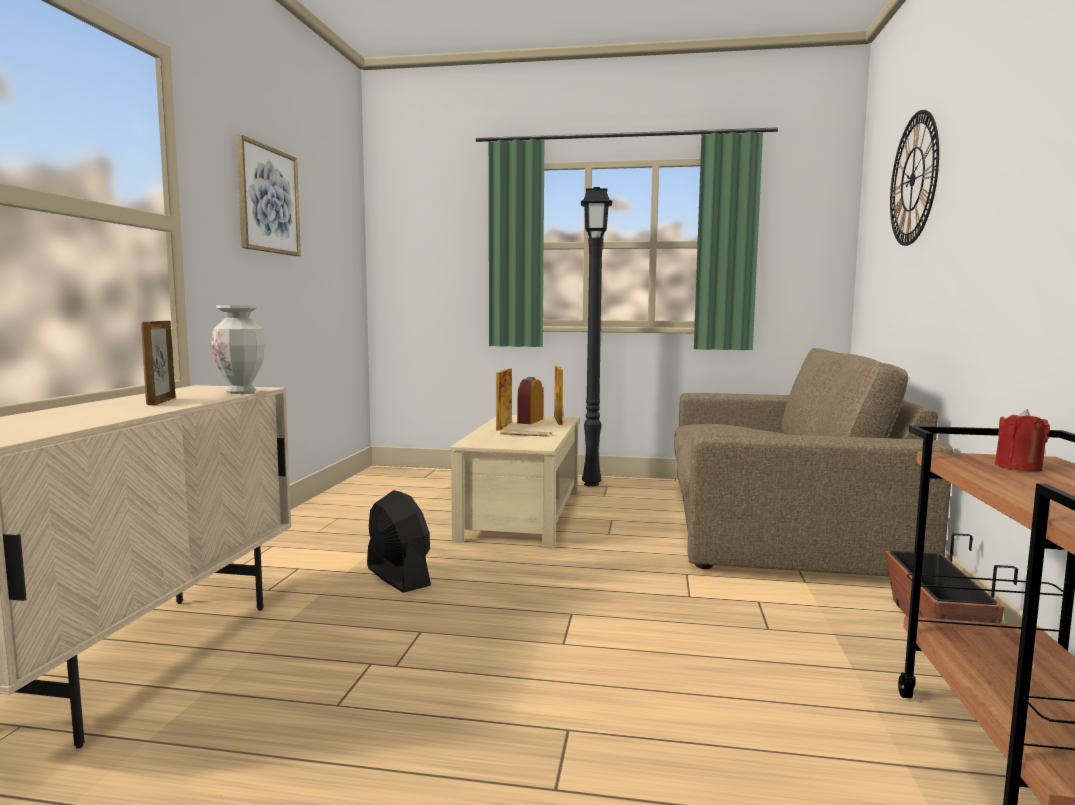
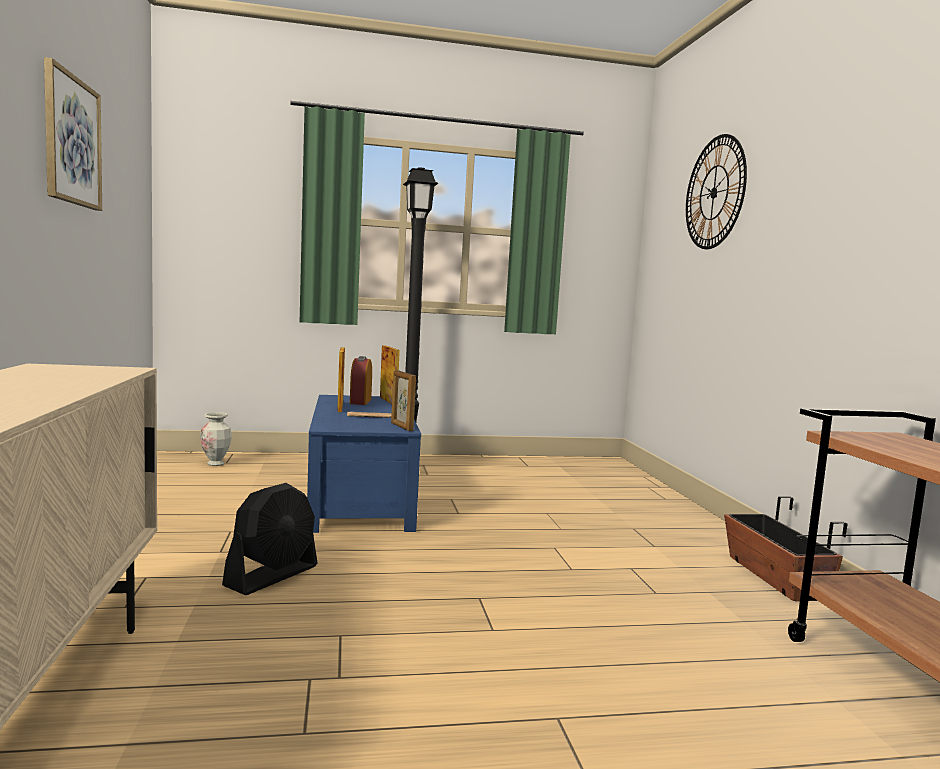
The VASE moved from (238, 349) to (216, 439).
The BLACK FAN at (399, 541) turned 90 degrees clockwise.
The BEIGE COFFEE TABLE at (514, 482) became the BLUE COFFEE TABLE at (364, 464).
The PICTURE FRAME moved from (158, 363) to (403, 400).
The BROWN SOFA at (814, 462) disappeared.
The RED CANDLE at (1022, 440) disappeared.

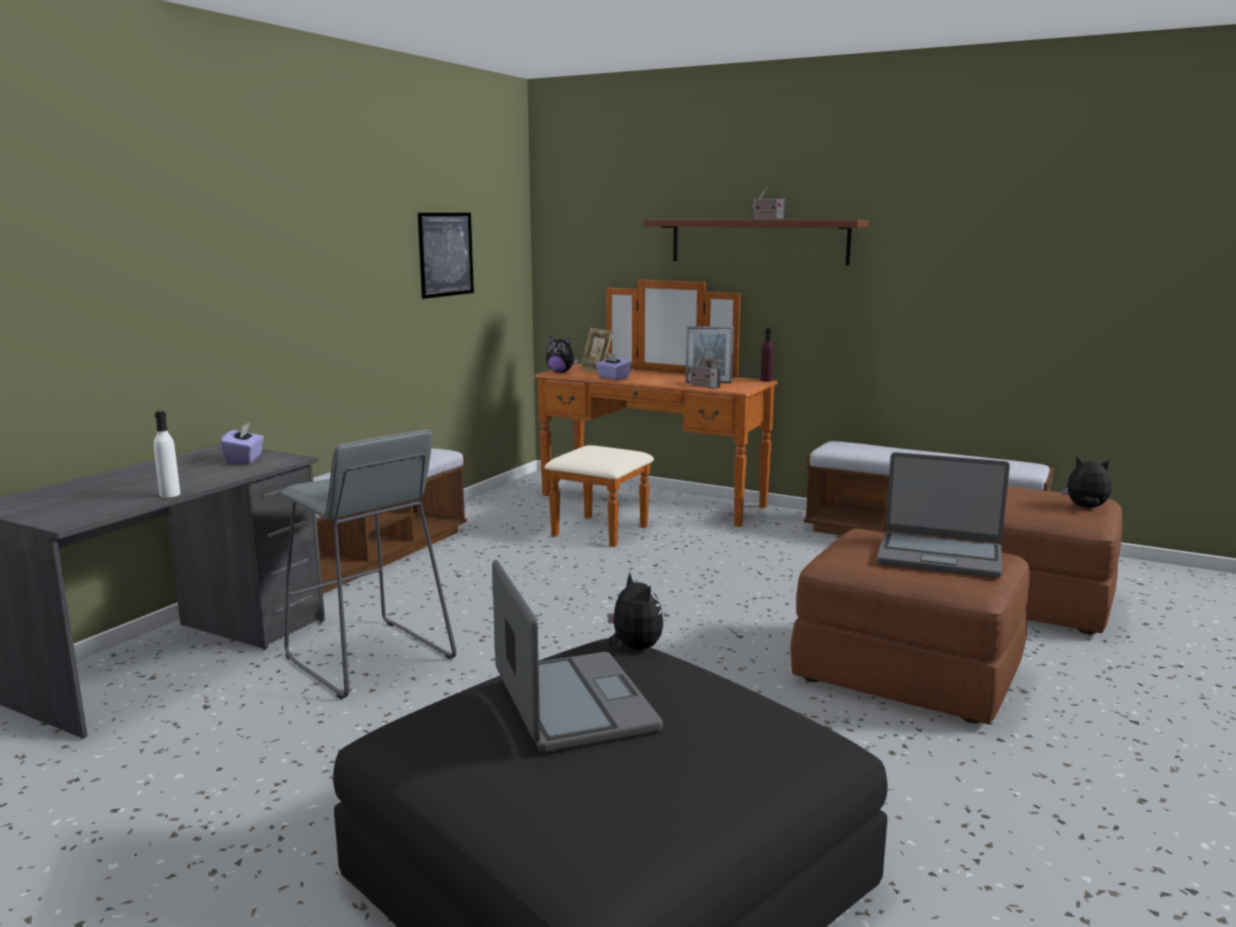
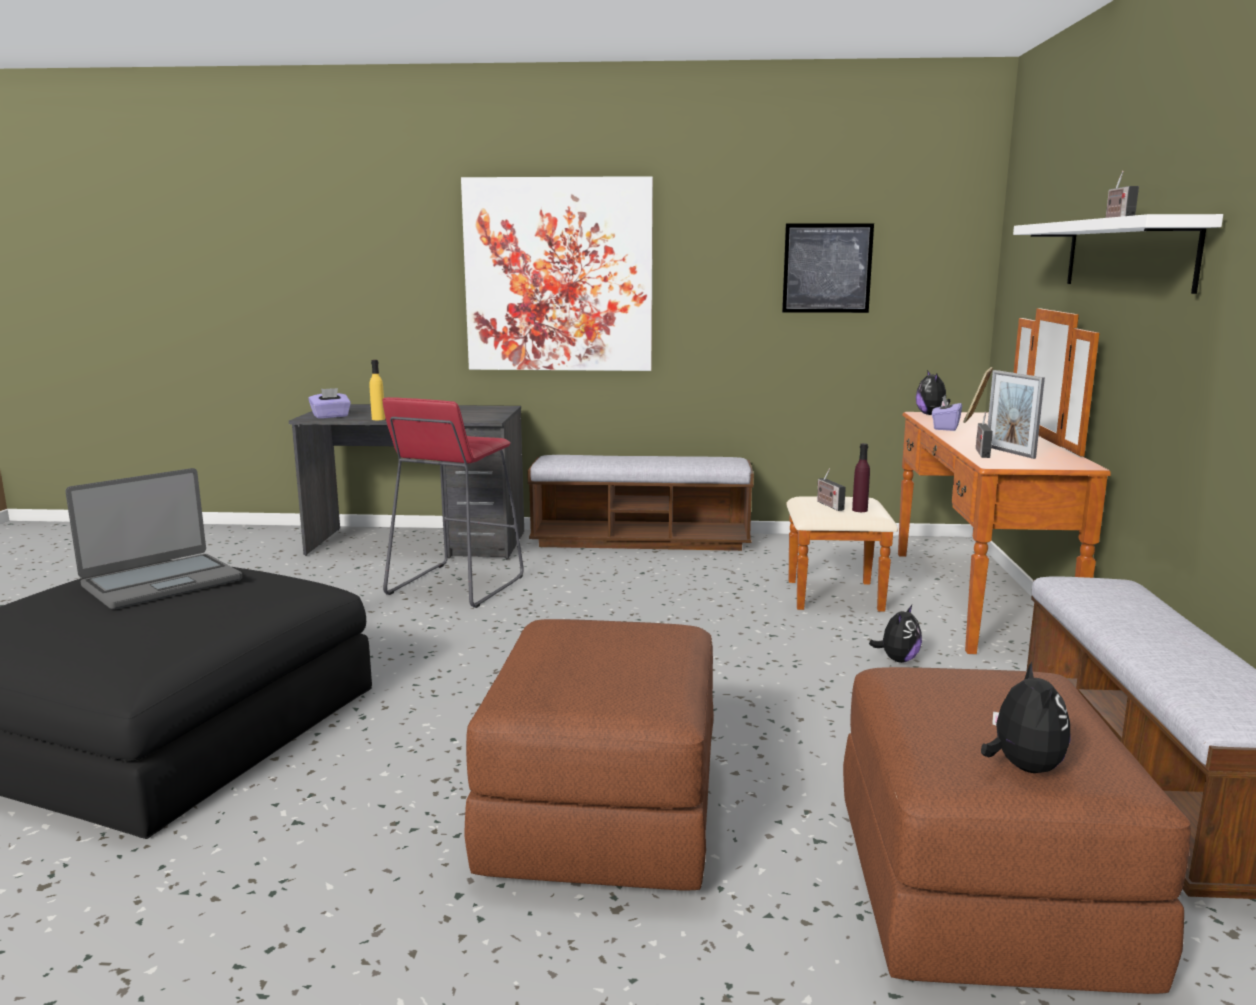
The PURPLE TISSUE BOX moved from (242, 443) to (329, 403).
The WHITE BOTTLE at (167, 454) became the YELLOW BOTTLE at (377, 390).
The GREY STOOL at (369, 564) became the RED STOOL at (453, 502).
The PICTURE at (557, 273) appeared.
The RADIO at (831, 490) appeared.
The PURPLE BOTTLE moved from (767, 355) to (861, 477).
The PLUSH TOY moved from (635, 611) to (895, 634).
The BROWN SHELF at (756, 242) became the WHITE SHELF at (1118, 254).
The LAPTOP at (943, 515) disappeared.

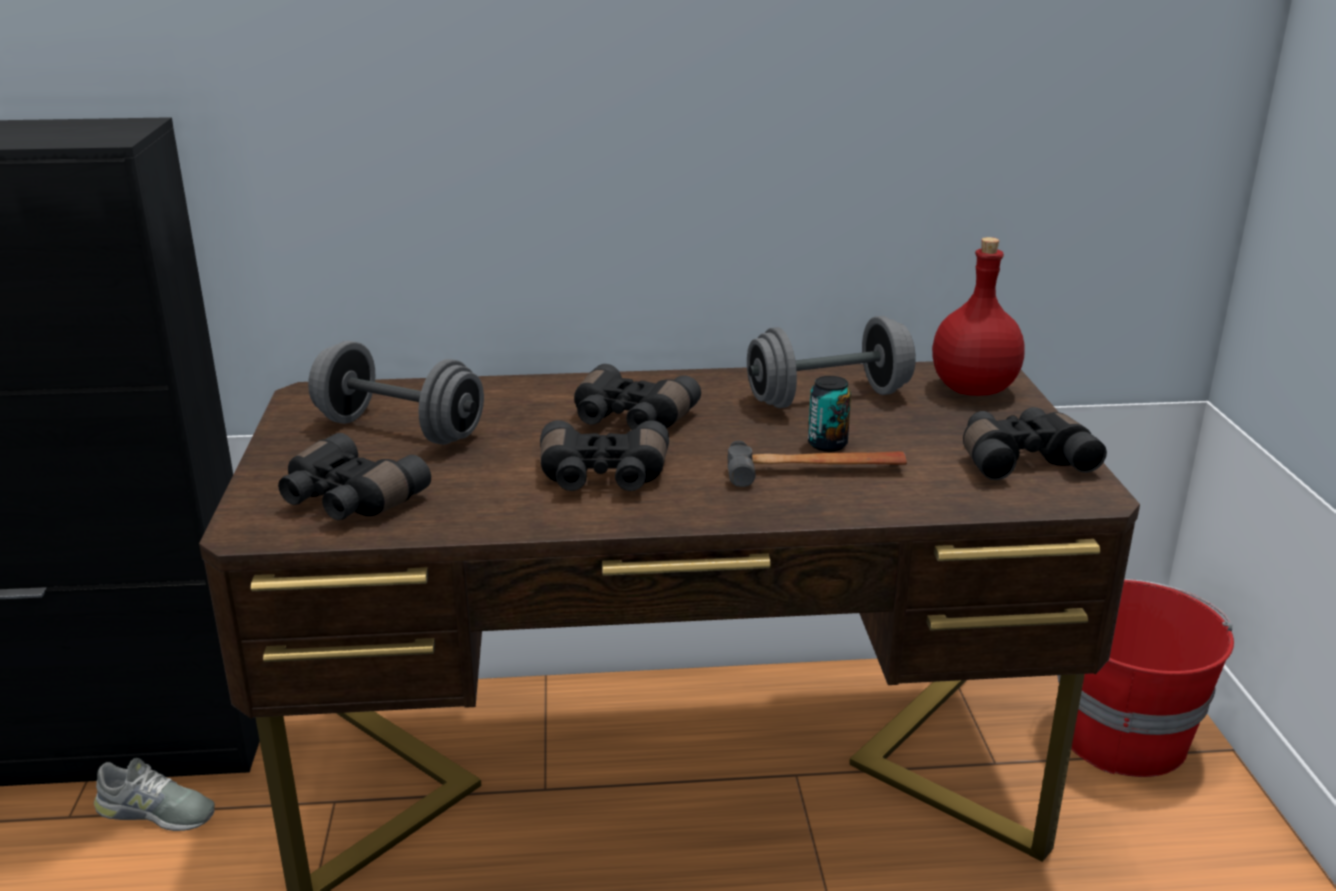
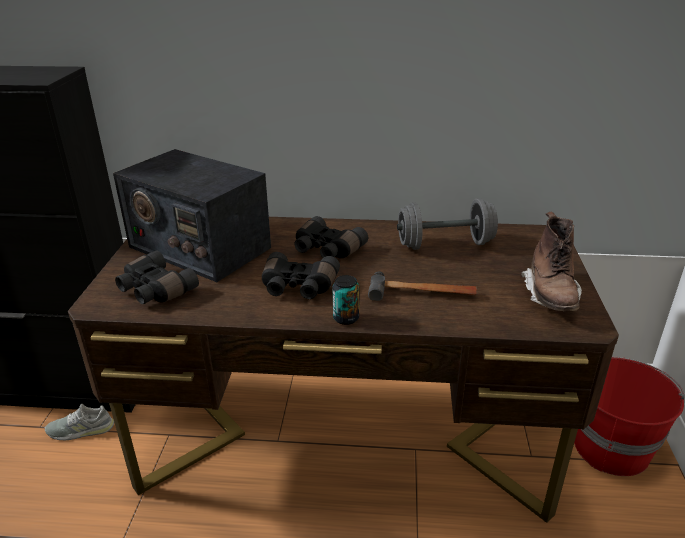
The GREY SHOE at (154, 794) turned 150 degrees clockwise.
The GREY DUMBBELL at (396, 393) was replaced by the RADIO at (192, 215).
The CAN moved from (829, 414) to (346, 300).
The BLACK BINOCULARS at (1035, 443) was replaced by the BROWN BOOT at (551, 261).
The RED BOTTLE at (978, 316) disappeared.

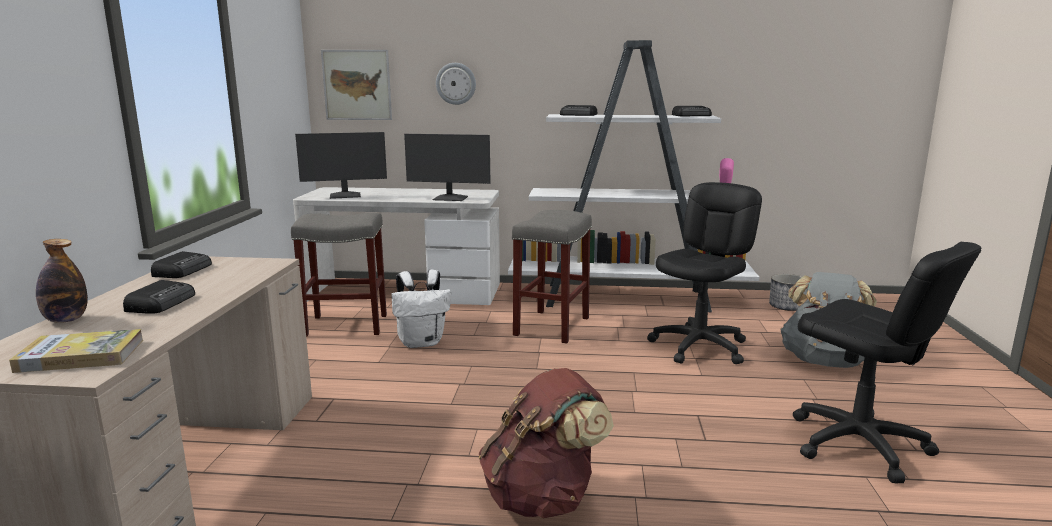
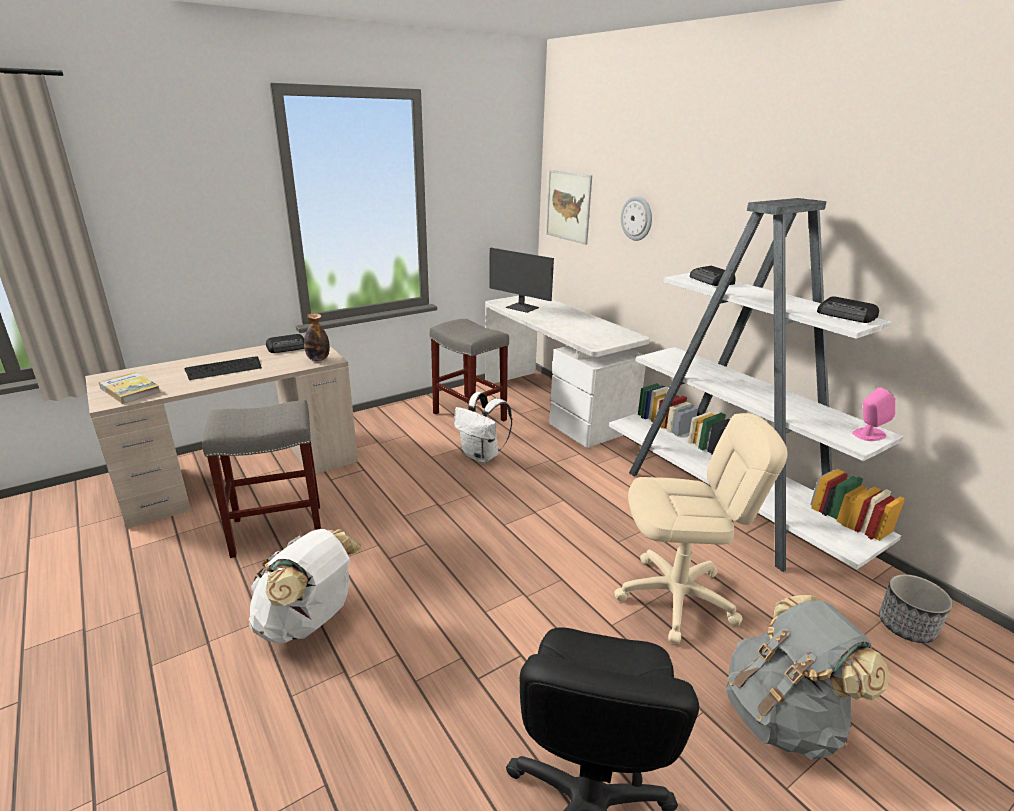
The RADIO at (159, 297) was replaced by the KEYBOARD at (223, 368).
The GREY STOOL moved from (552, 277) to (261, 479).
The BROWN BACKPACK at (546, 443) became the WHITE BACKPACK at (305, 586).
The BOTTLE moved from (62, 281) to (317, 337).
The BLACK OFFICE CHAIR at (704, 273) became the BEIGE OFFICE CHAIR at (700, 528).
The MONITOR at (447, 167) disappeared.

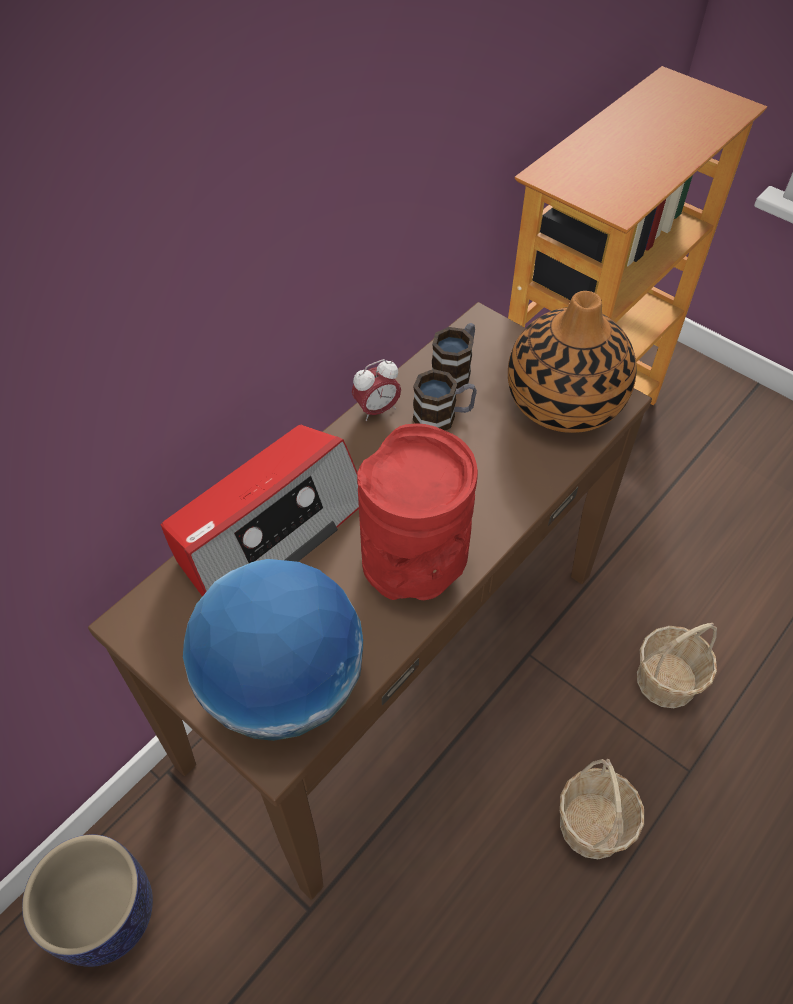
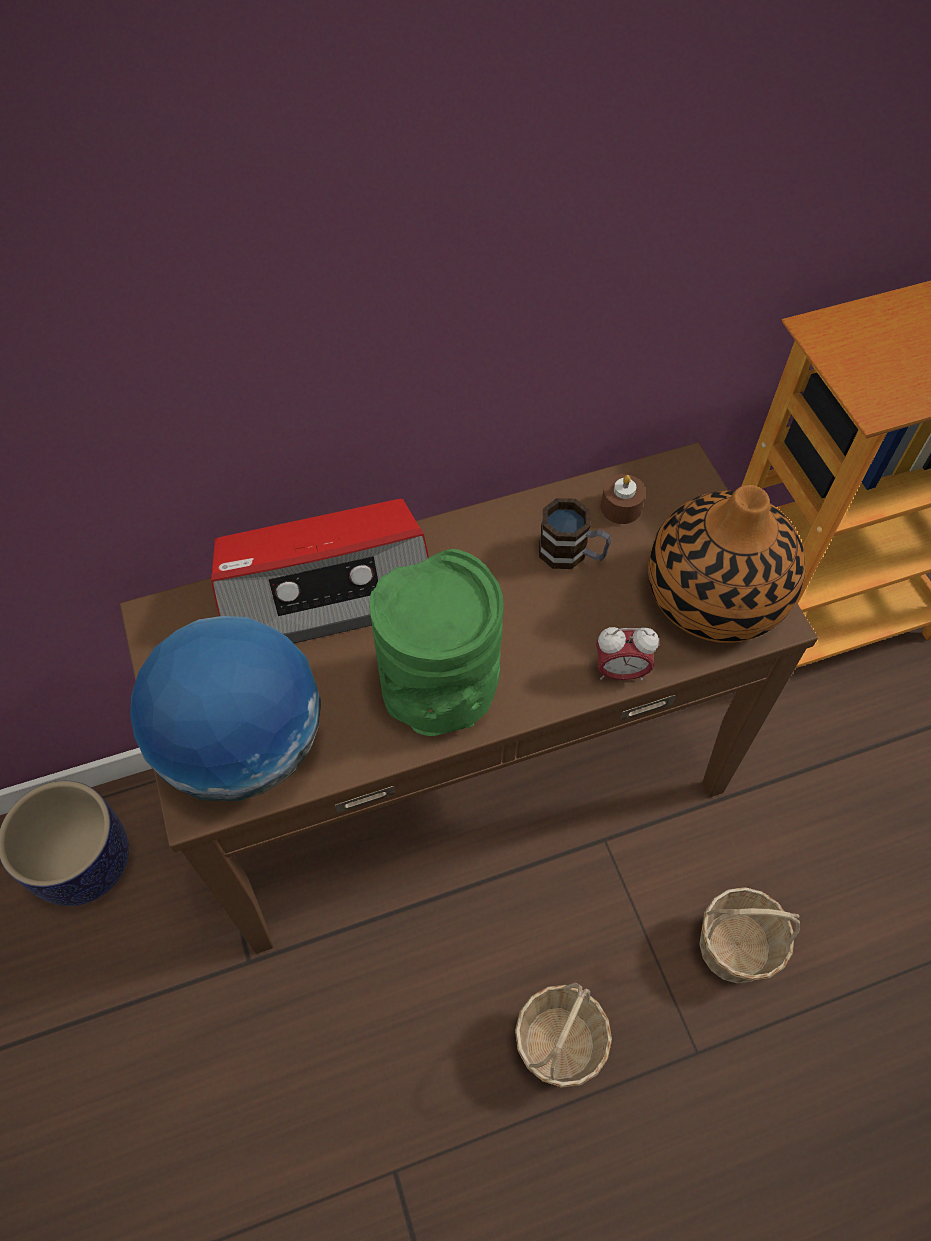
The RED VASE at (417, 511) became the GREEN VASE at (436, 642).
The ALARM CLOCK moved from (376, 390) to (627, 653).
The MUG at (453, 356) was replaced by the BROWN CANDLE at (623, 499).

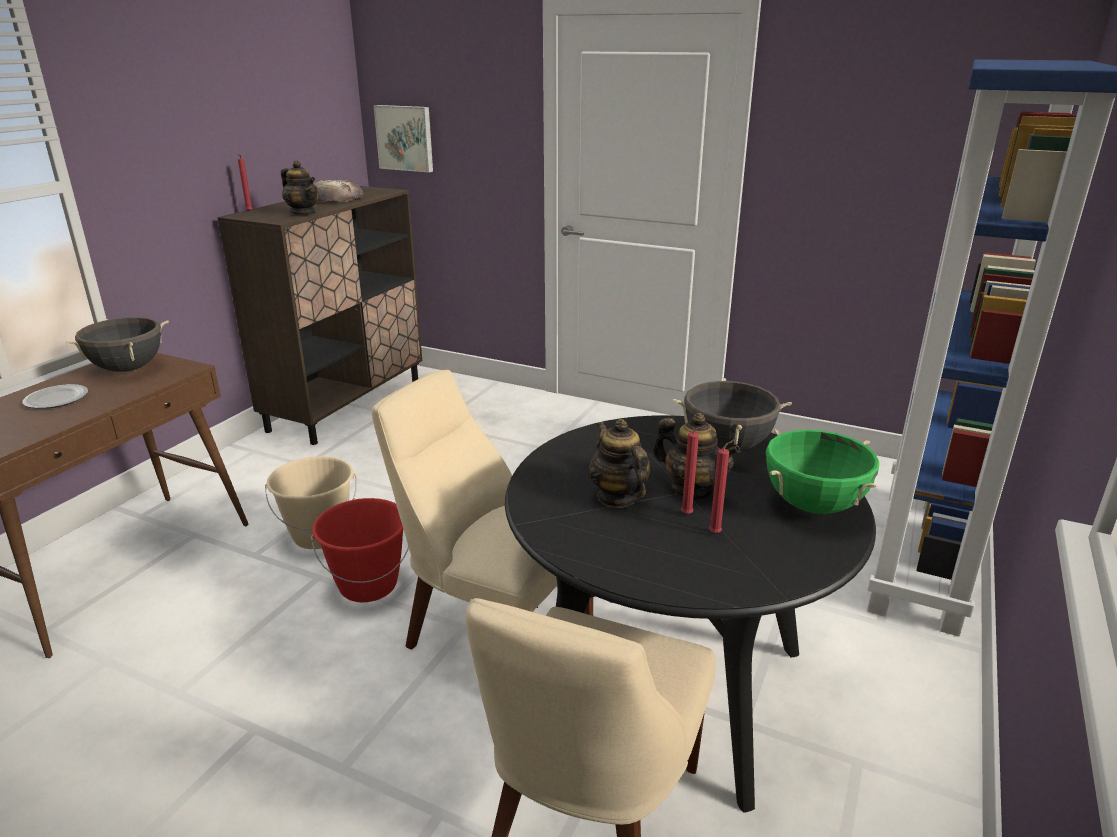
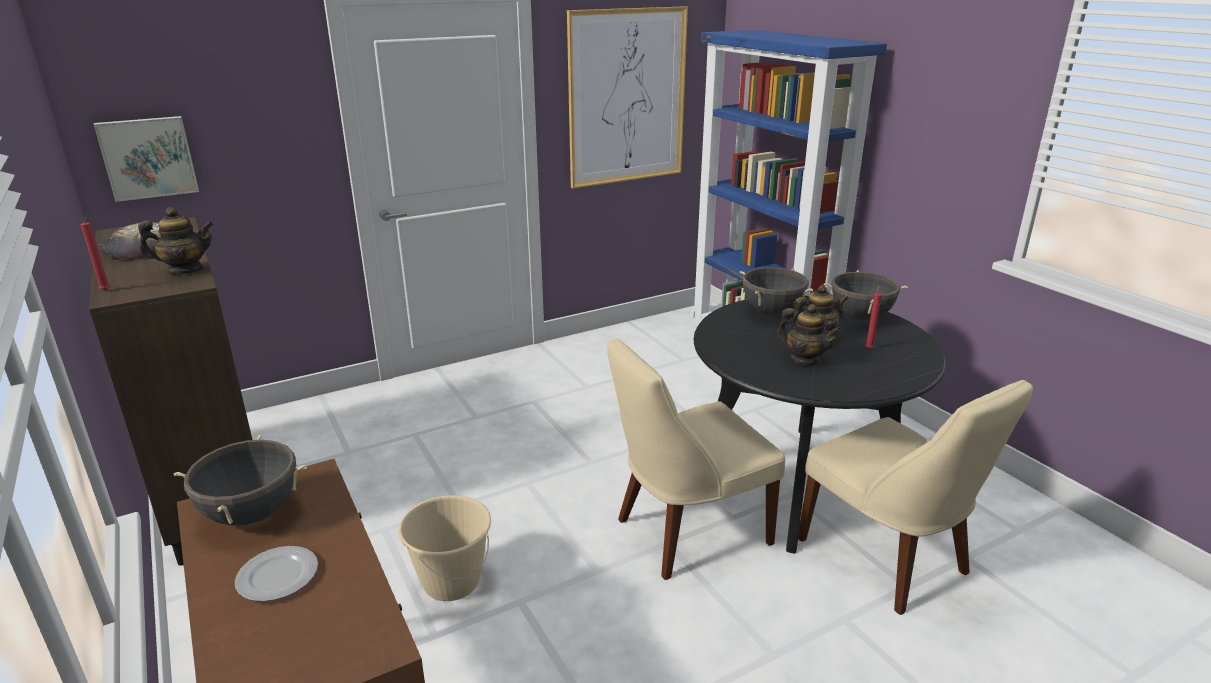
The PICTURE at (627, 97) appeared.
The TEAPOT at (619, 463) turned 150 degrees counterclockwise.
The GREEN COOKING POT at (822, 471) became the BLACK COOKING POT at (866, 295).
The RED BUCKET at (360, 550) disappeared.
The RED CANDLE at (693, 470) disappeared.

